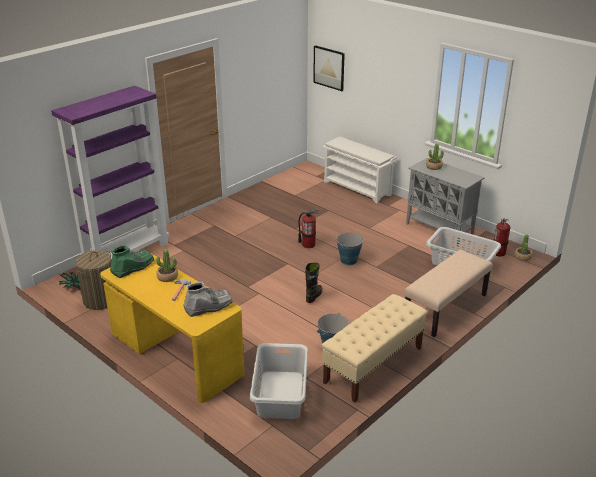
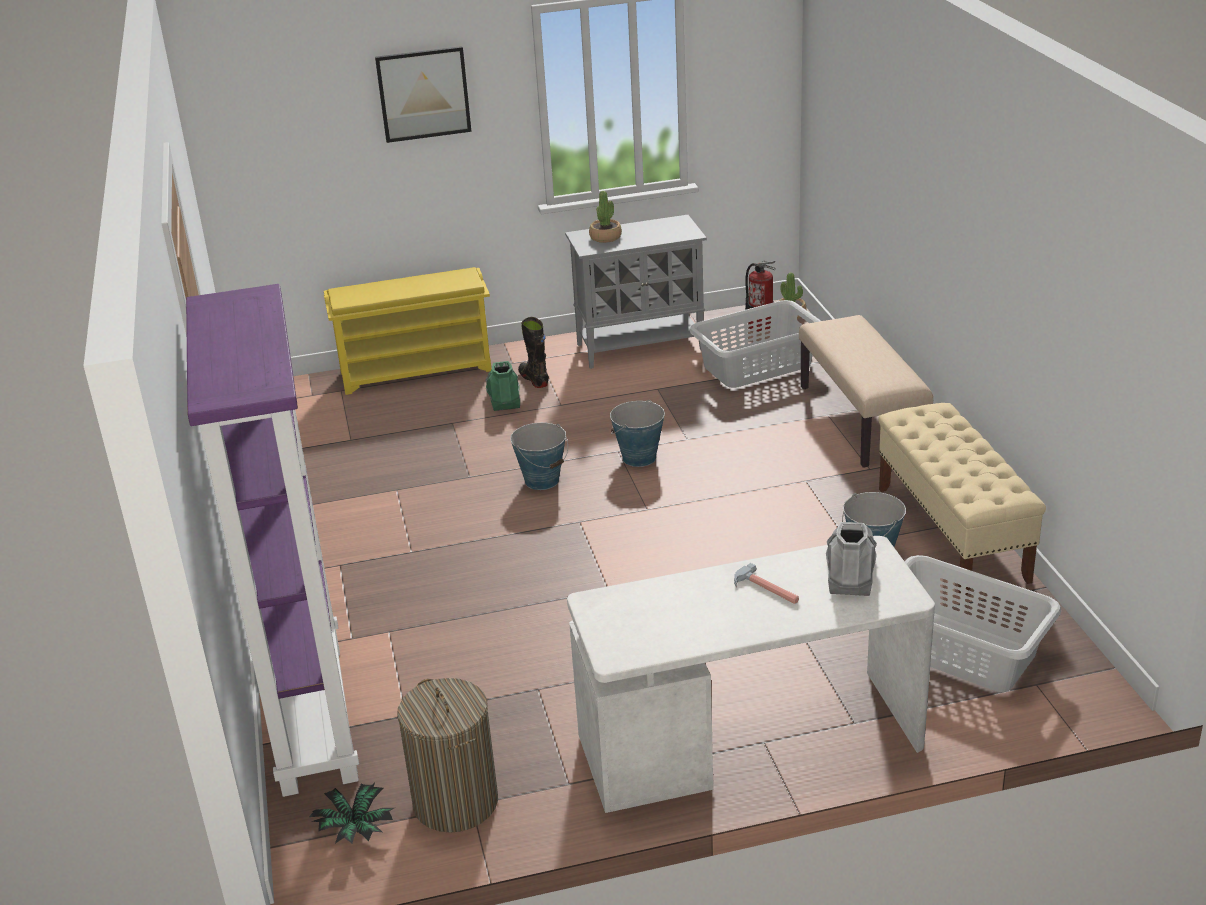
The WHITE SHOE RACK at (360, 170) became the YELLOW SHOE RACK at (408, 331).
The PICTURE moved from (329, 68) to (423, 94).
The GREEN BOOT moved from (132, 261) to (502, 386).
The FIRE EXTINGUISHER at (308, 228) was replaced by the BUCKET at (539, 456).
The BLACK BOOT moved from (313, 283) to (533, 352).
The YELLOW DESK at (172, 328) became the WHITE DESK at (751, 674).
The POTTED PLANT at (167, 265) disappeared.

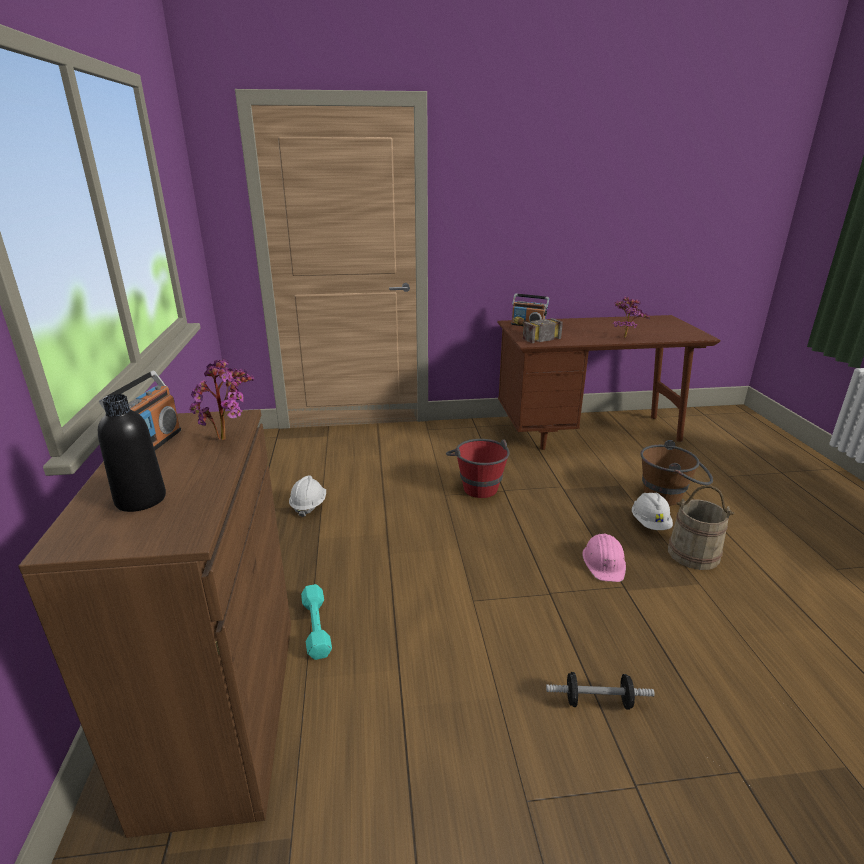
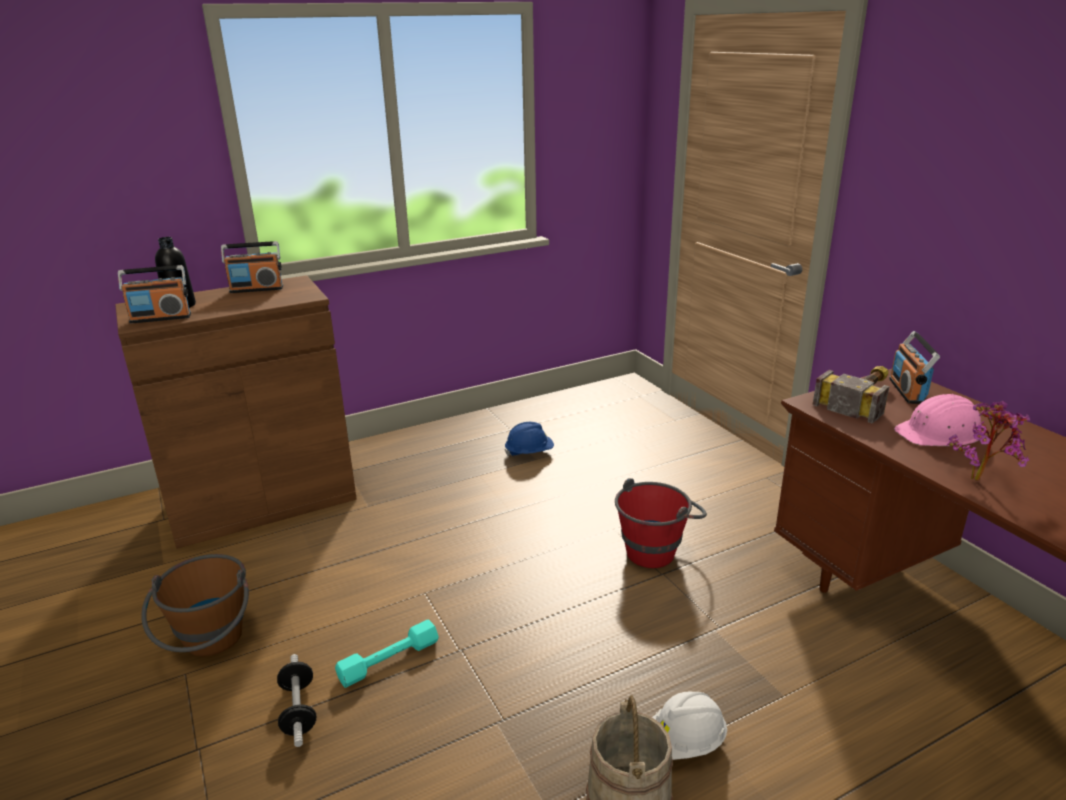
The RADIO at (154, 294) appeared.
The BROWN BUCKET moved from (676, 473) to (195, 605).
The TURQUOISE DUMBBELL moved from (316, 622) to (387, 653).
The WHITE HARD HAT at (307, 496) became the BLUE HARD HAT at (529, 439).
The PINK HARD HAT moved from (604, 558) to (937, 420).
The POTTED PLANT at (222, 399) disappeared.

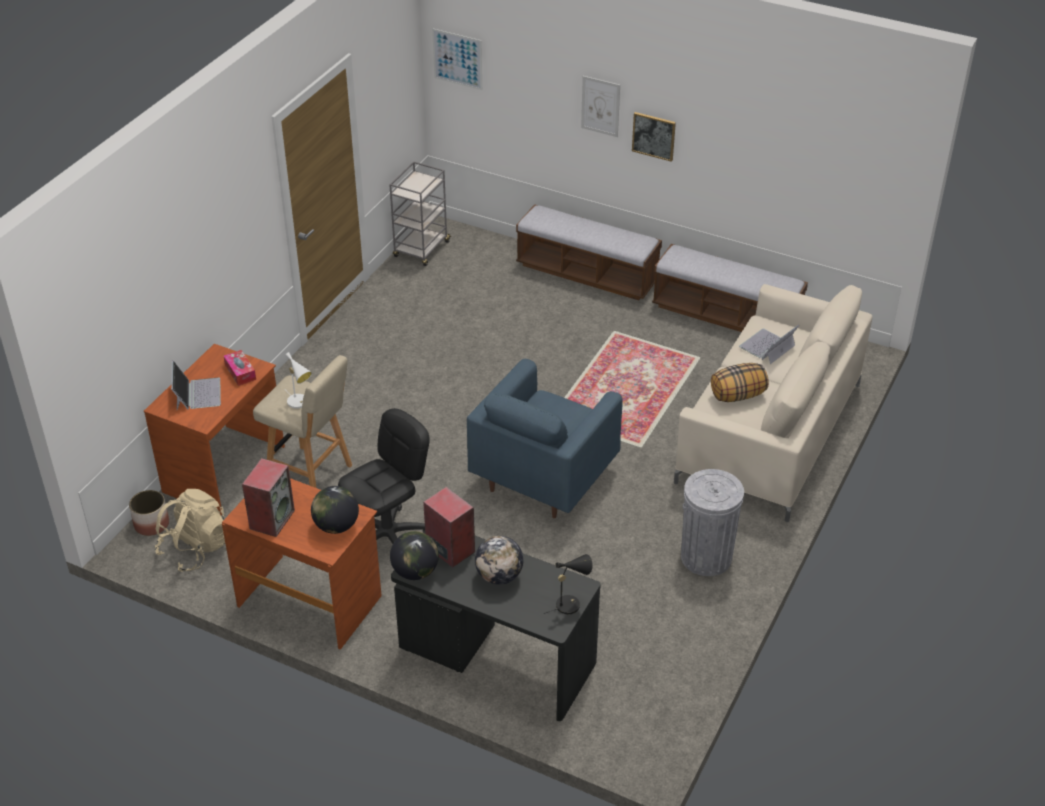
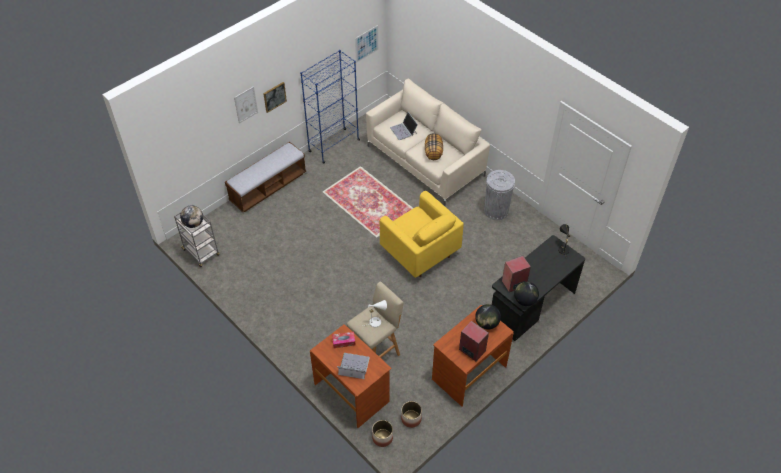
The GLOBE moved from (499, 560) to (191, 216).
The BENCH at (730, 288) was replaced by the BLUE BOOKCASE at (330, 106).
The PICTURE moved from (457, 59) to (367, 44).
The BLUE ARMCHAIR at (545, 438) became the YELLOW ARMCHAIR at (422, 234).
The BEIGE BACKPACK at (190, 530) was replaced by the PLANTER at (411, 414).
The BLACK OFFICE CHAIR at (384, 476) disappeared.

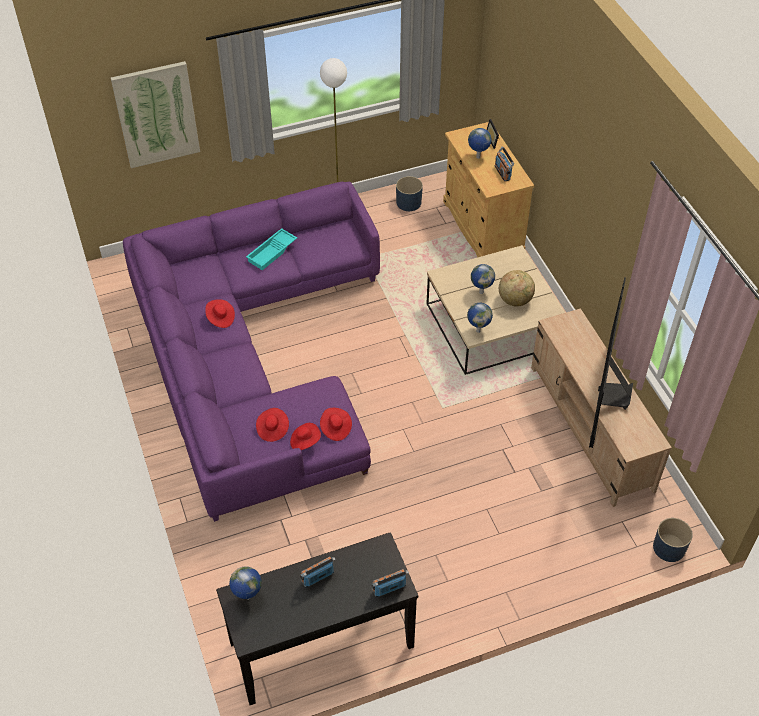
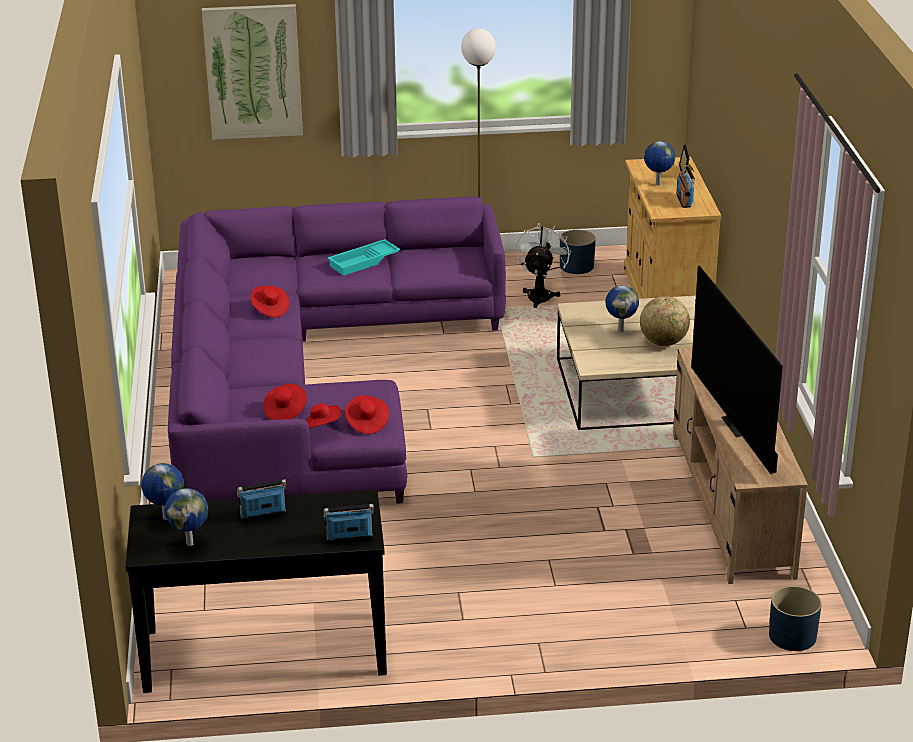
The GLOBE moved from (480, 318) to (186, 517).
The WHITE FAN at (543, 265) appeared.
The TELEVISION at (611, 362) turned 45 degrees counterclockwise.

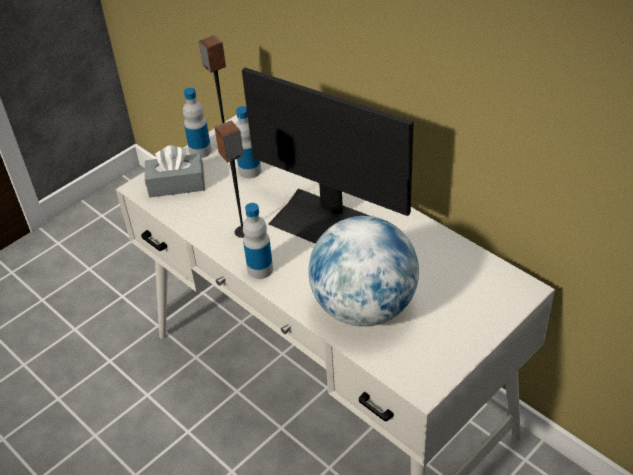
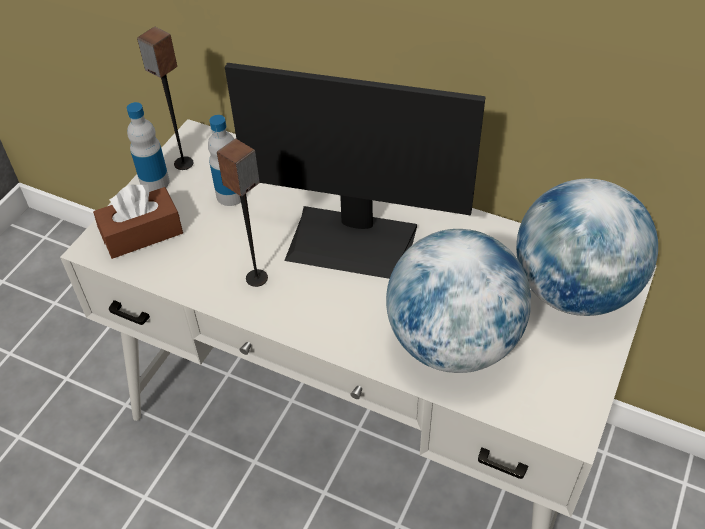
The GREY TISSUE BOX at (175, 171) became the BROWN TISSUE BOX at (138, 221).
The GLOBE at (587, 247) appeared.
The BOTTLE at (258, 241) disappeared.

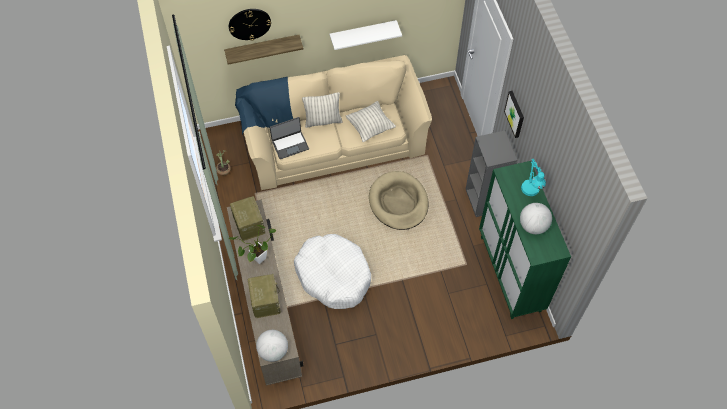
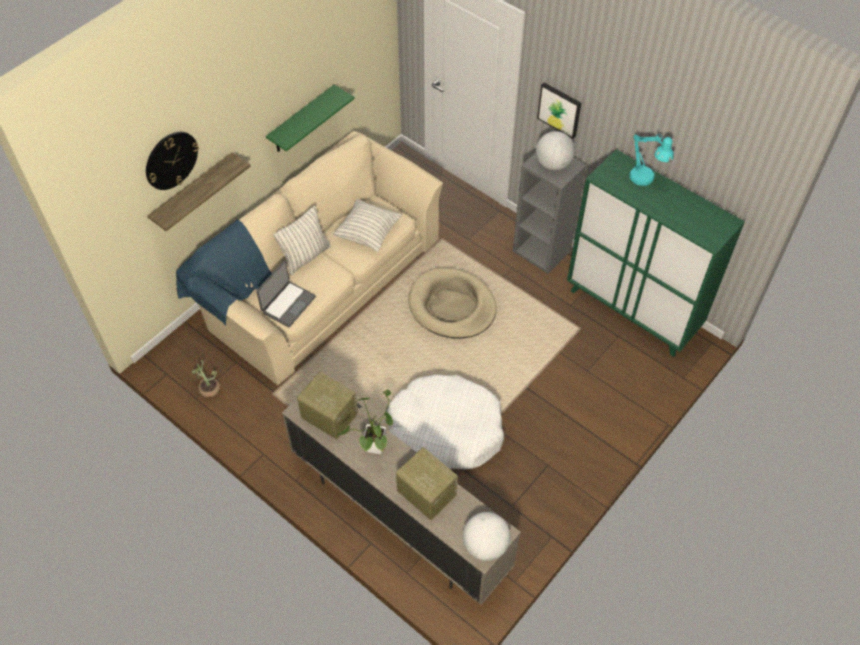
The WHITE SHELF at (366, 35) became the GREEN SHELF at (310, 118).
The GLOBE moved from (536, 218) to (555, 150).

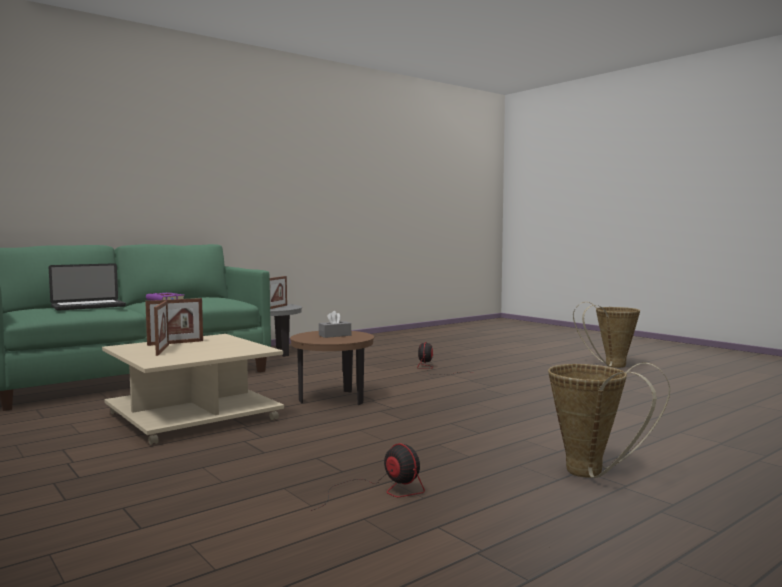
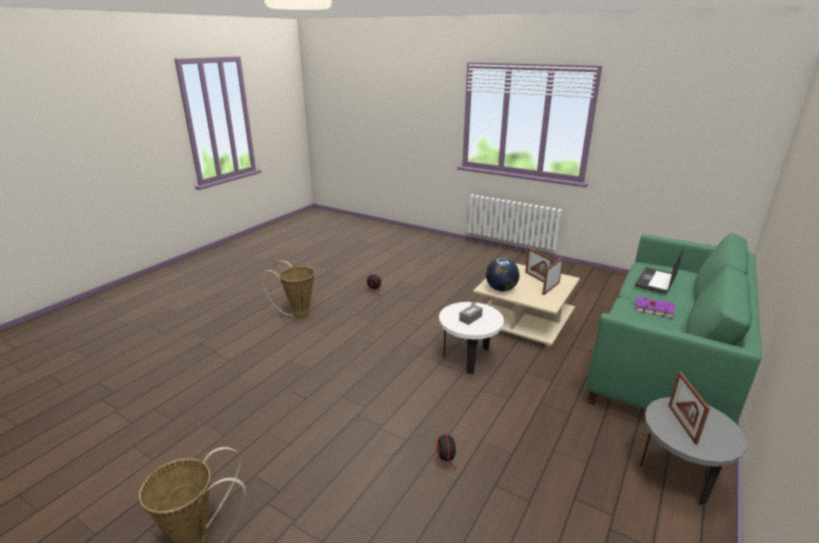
The BROWN SIDE TABLE at (332, 368) became the WHITE SIDE TABLE at (471, 338).
The GLOBE at (503, 274) appeared.

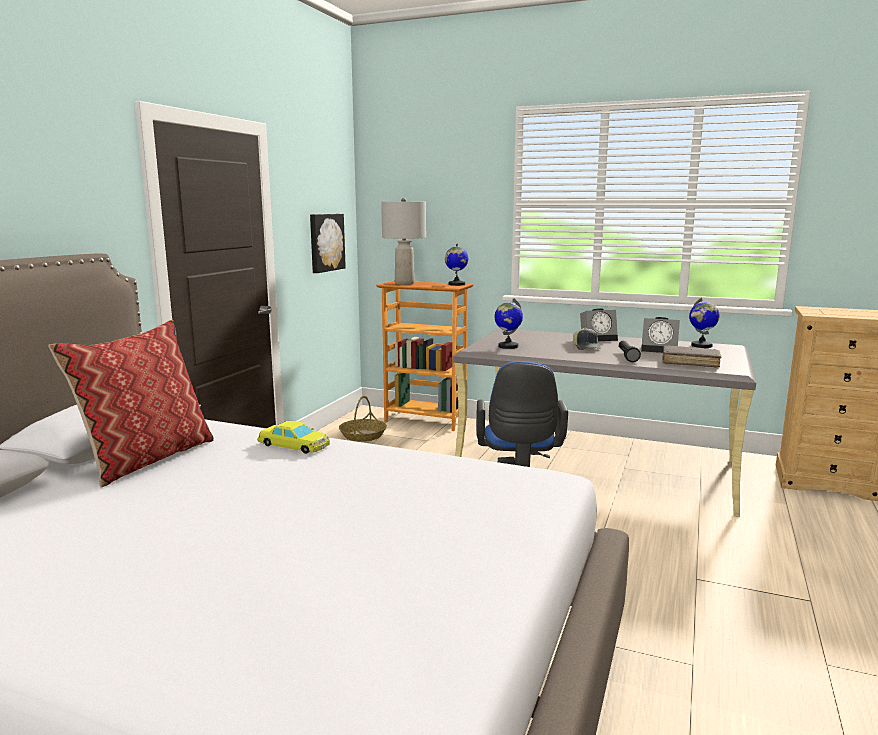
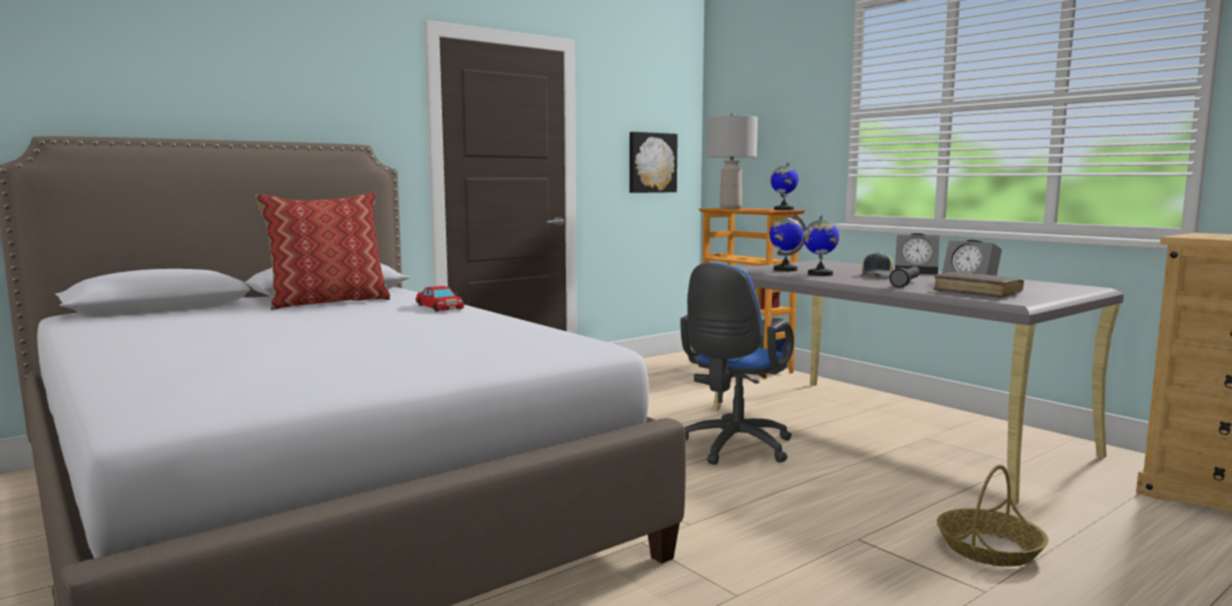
The YELLOW TOY CAR at (294, 437) became the RED TOY CAR at (440, 299).
The GLOBE moved from (704, 323) to (821, 245).
The BASKET moved from (363, 419) to (993, 516).

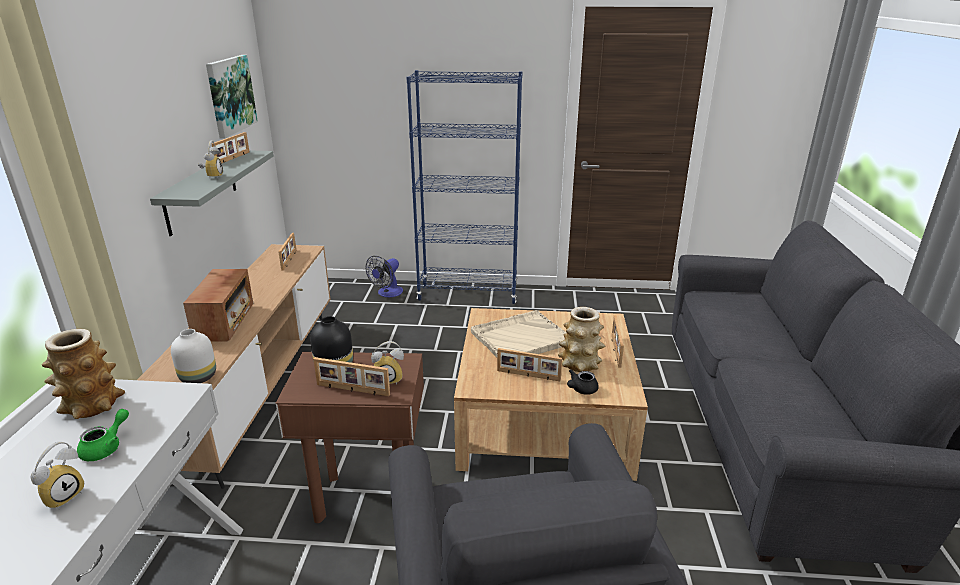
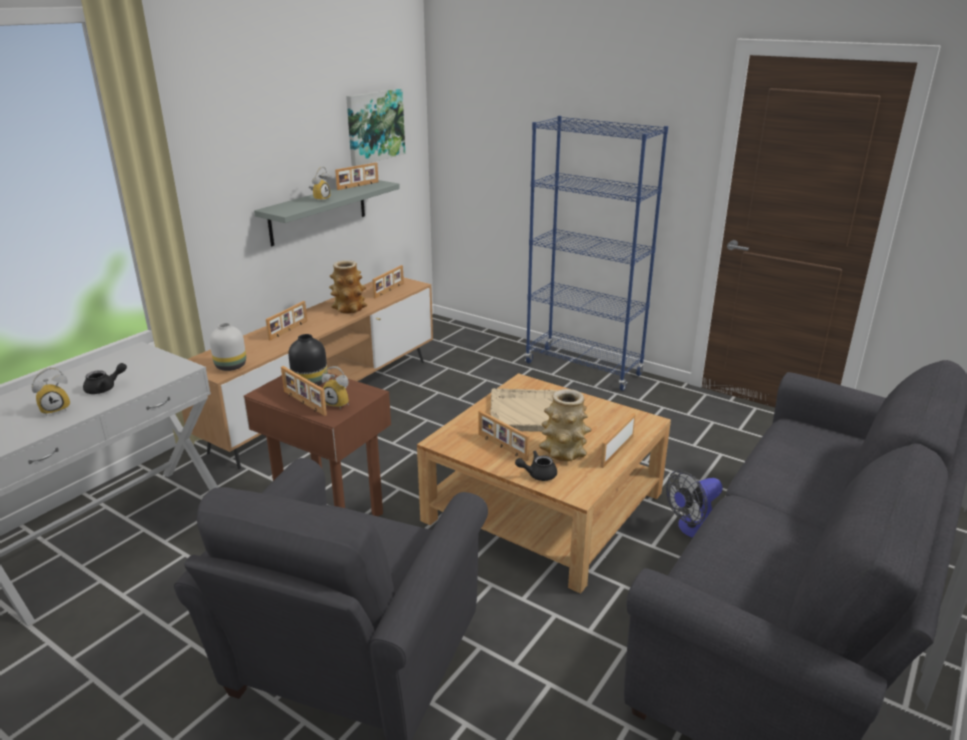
The GREEN TEAPOT at (103, 435) became the BLACK TEAPOT at (105, 378).
The RADIO at (218, 305) was replaced by the PICTURE FRAME at (286, 320).
The VASE moved from (83, 374) to (348, 287).
The FAN moved from (384, 276) to (694, 504).

